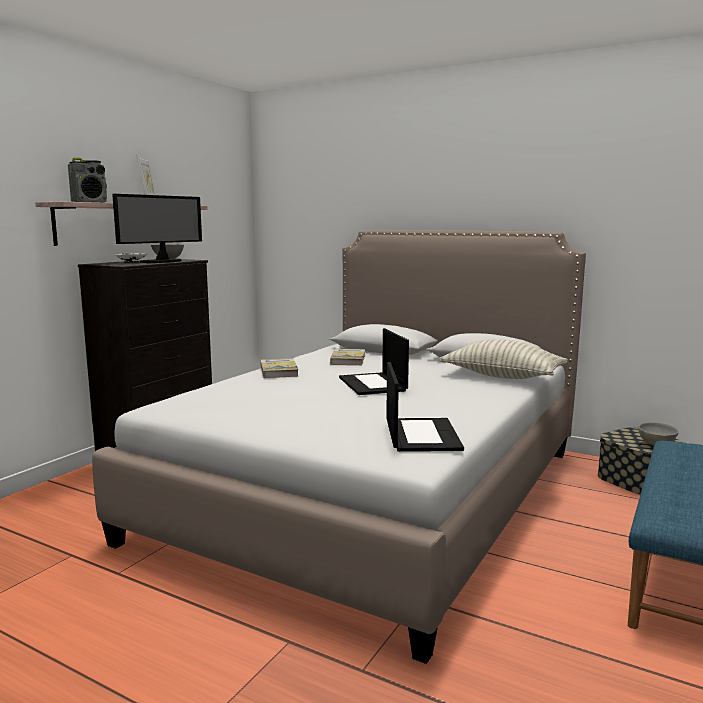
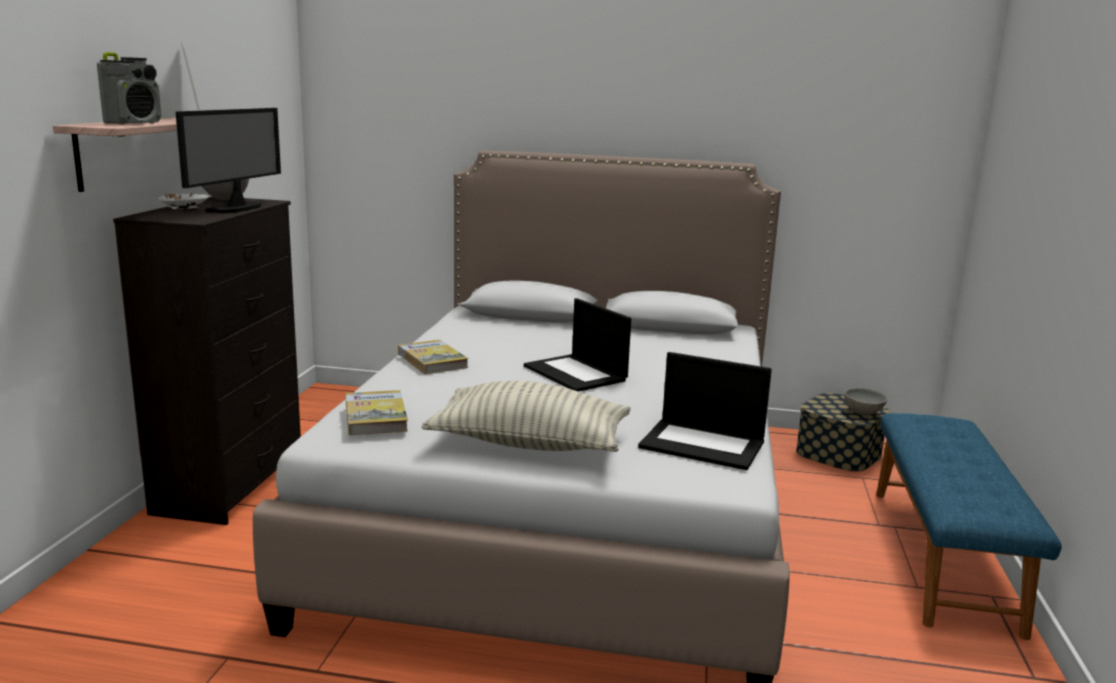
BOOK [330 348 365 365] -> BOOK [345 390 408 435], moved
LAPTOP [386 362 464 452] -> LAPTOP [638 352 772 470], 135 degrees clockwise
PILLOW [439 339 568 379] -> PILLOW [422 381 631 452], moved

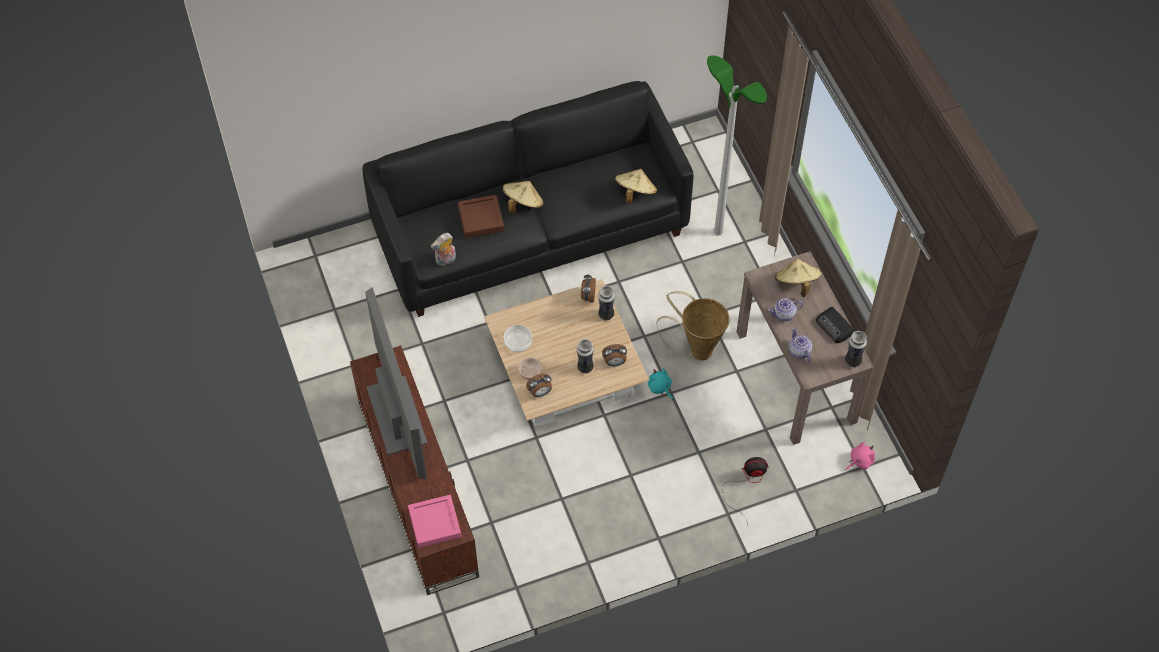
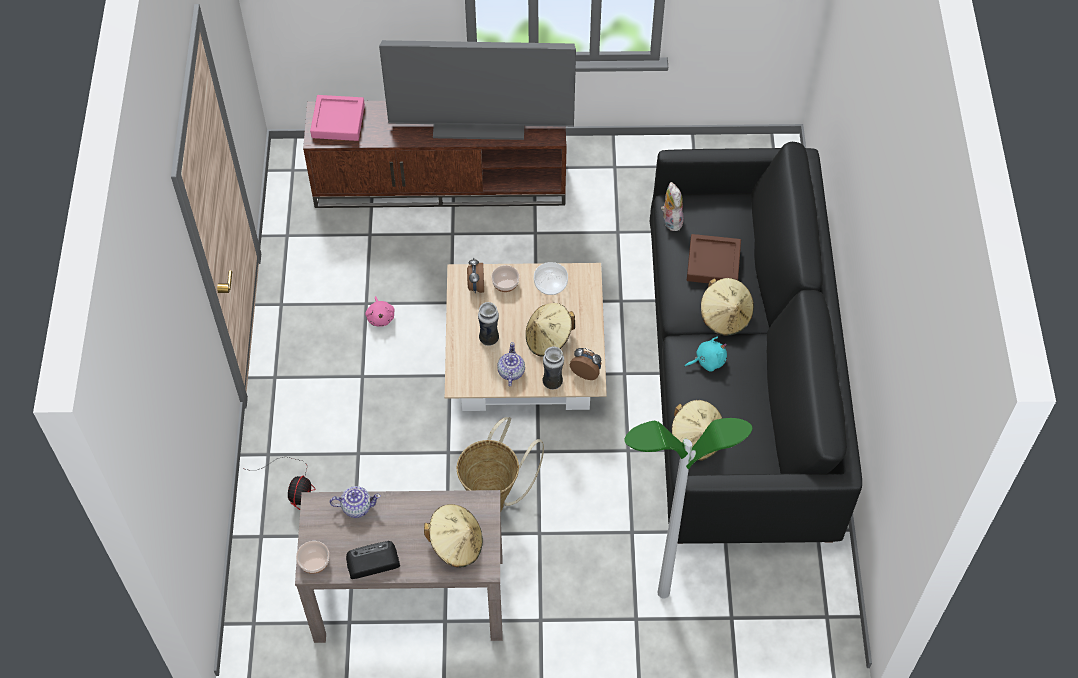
ALARM CLOCK [602 344 627 366] -> none
TURQUOISE PLUSH TOY [648 368 673 400] -> TURQUOISE PLUSH TOY [685 337 727 372], moved
TEAPOT [768 298 803 322] -> TEAPOT [497 342 525 386], moved
VASE [845 331 867 368] -> BOWL [296 541 329 574]
PINK PLUSH TOY [845 442 875 470] -> PINK PLUSH TOY [365 296 395 327], moved
none -> BEIGE HAT [526 303 575 357]

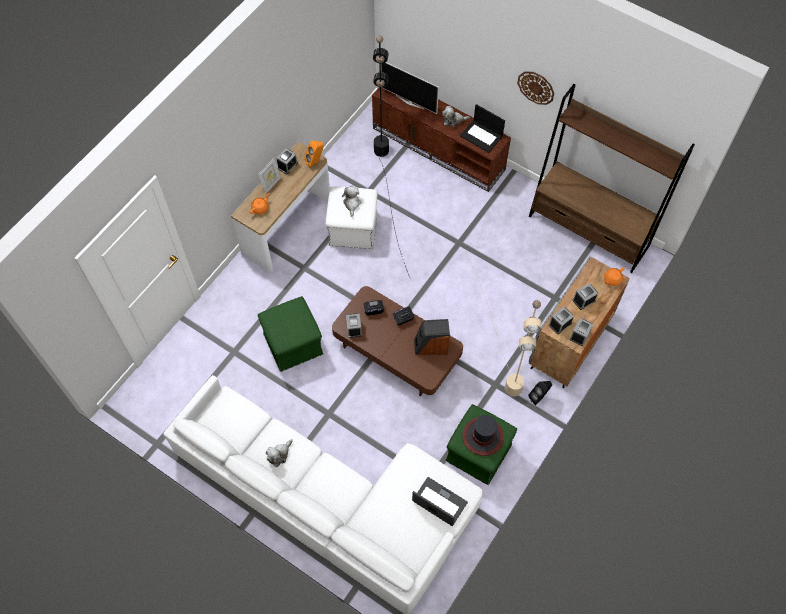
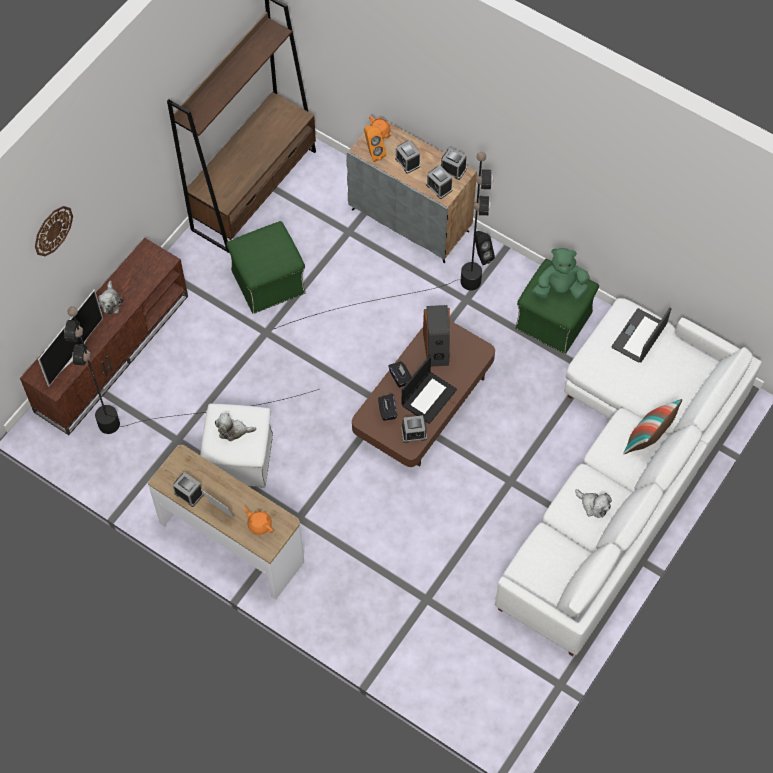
GREEN OTTOMAN [258 296 324 372] -> GREEN OTTOMAN [226 221 306 314], moved
ORANGE SPEAKER [304 141 324 167] -> ORANGE SPEAKER [364 125 386 162], moved
LAPTOP [460 104 505 153] -> LAPTOP [401 356 457 424], moved
HAT [462 415 504 456] -> GREEN PLUSH TOY [532 248 590 300]
BEIGE FLOOR LAMP [463 249 542 396] -> BLACK FLOOR LAMP [274 152 494 329]
WALL CLOCK [517 71 554 105] -> WALL CLOCK [35 206 73 256], moved
none -> PILLOW [623 399 682 454]

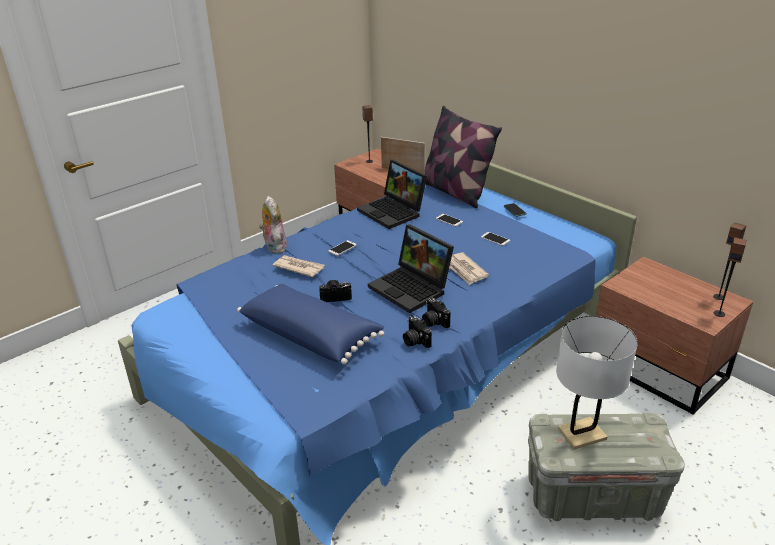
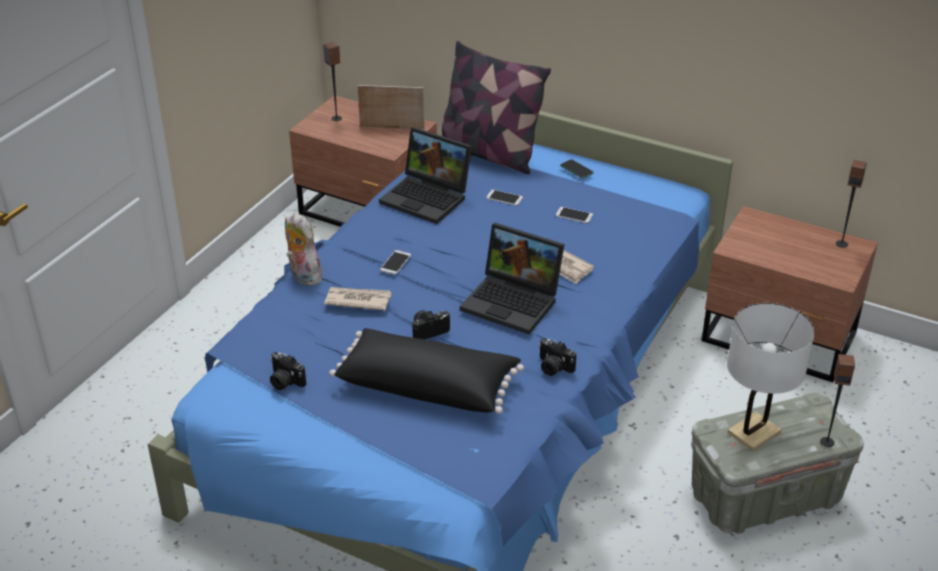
BLUE PILLOW [237 284 384 364] -> BLACK PILLOW [329 328 524 414]
PHOTO CAMERA [422 297 450 328] -> PHOTO CAMERA [270 352 306 390], moved
SPEAKER [714 237 747 317] -> SPEAKER [820 354 855 447], moved

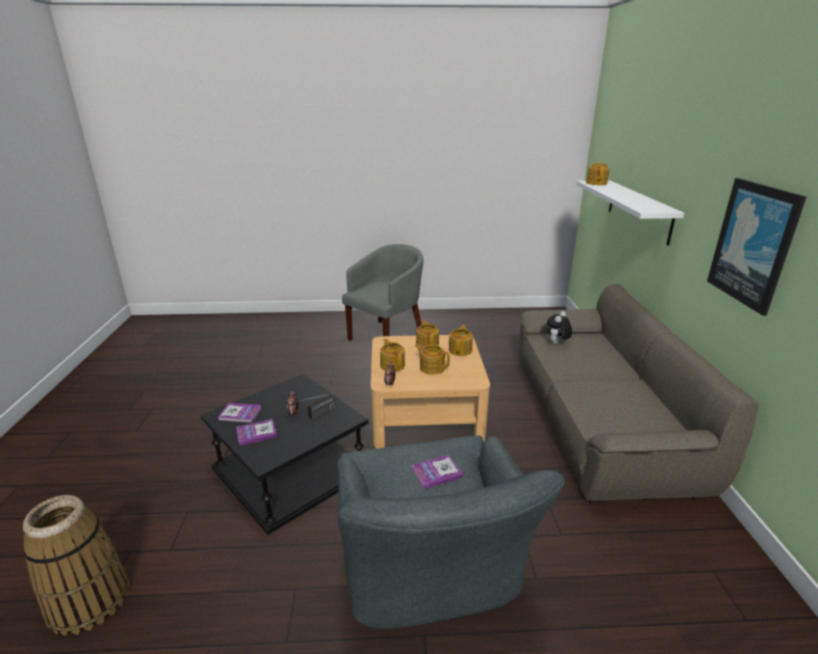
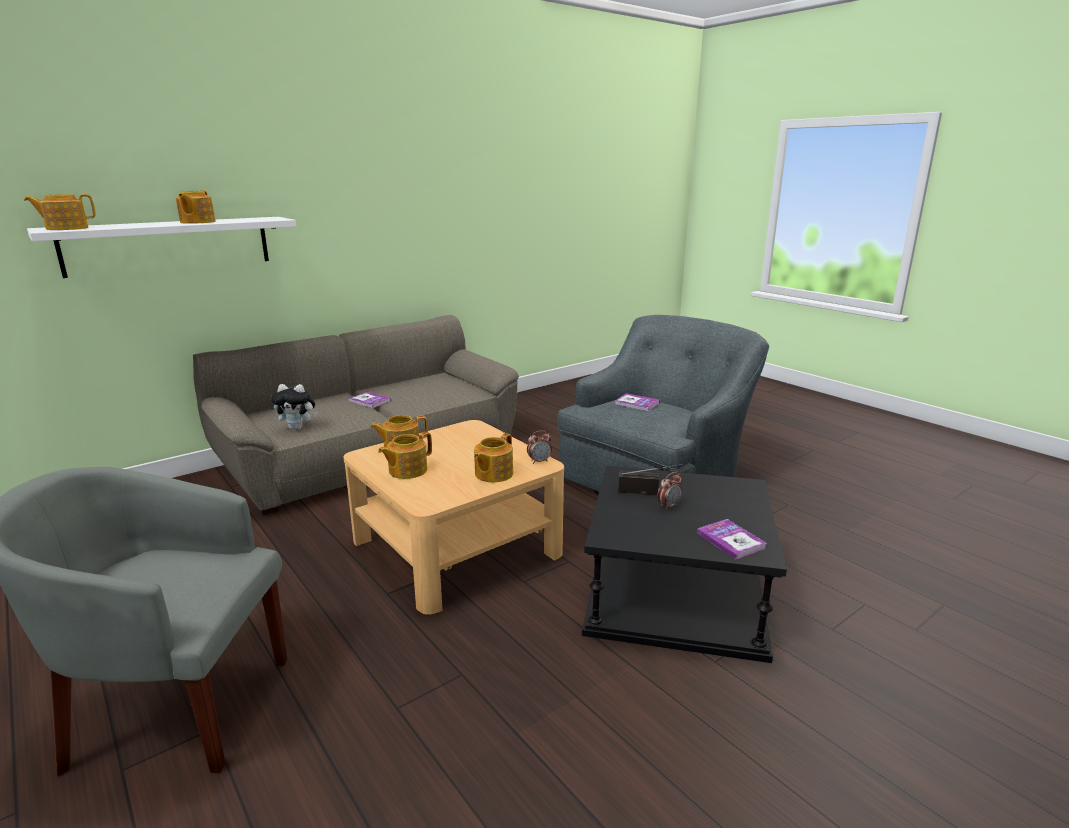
BASKET [23 495 130 636] -> none
BOOK [236 419 277 446] -> BOOK [349 392 391 408], moved
TEAPOT [415 343 450 375] -> TEAPOT [176 191 215 224], moved
PICTURE [707 178 806 316] -> none

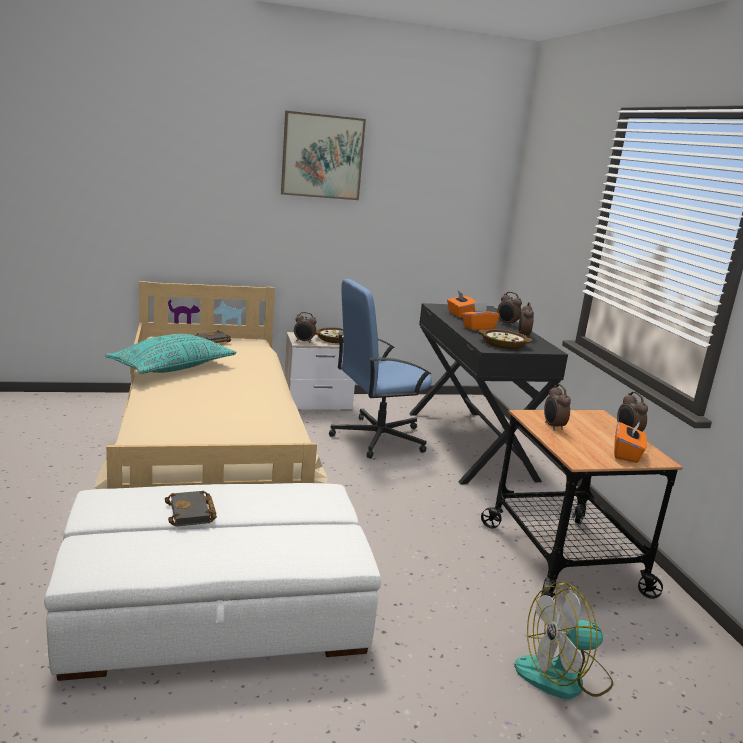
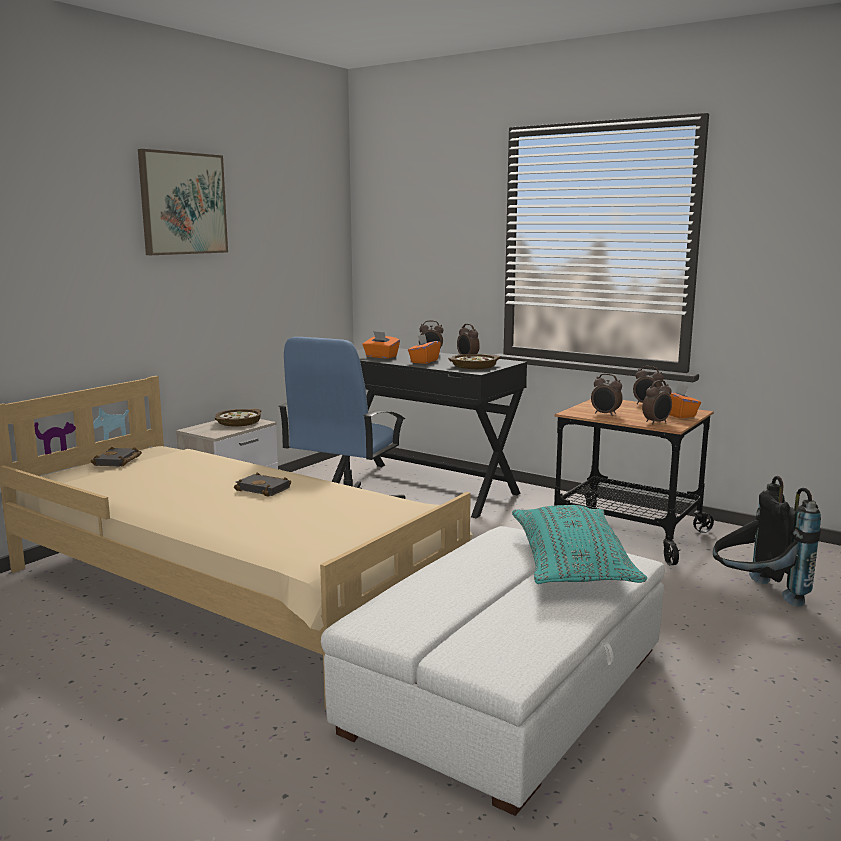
TURQUOISE PILLOW [105 334 237 374] -> TURQUOISE PILLOW [512 505 647 584], moved
BLACK BOOK [165 491 217 527] -> BLACK BOOK [234 472 291 497], moved
ALARM CLOCK [294 312 317 343] -> ALARM CLOCK [642 380 672 425], moved
FAN [514 581 613 700] -> BLACK BACKPACK [713 476 821 607]

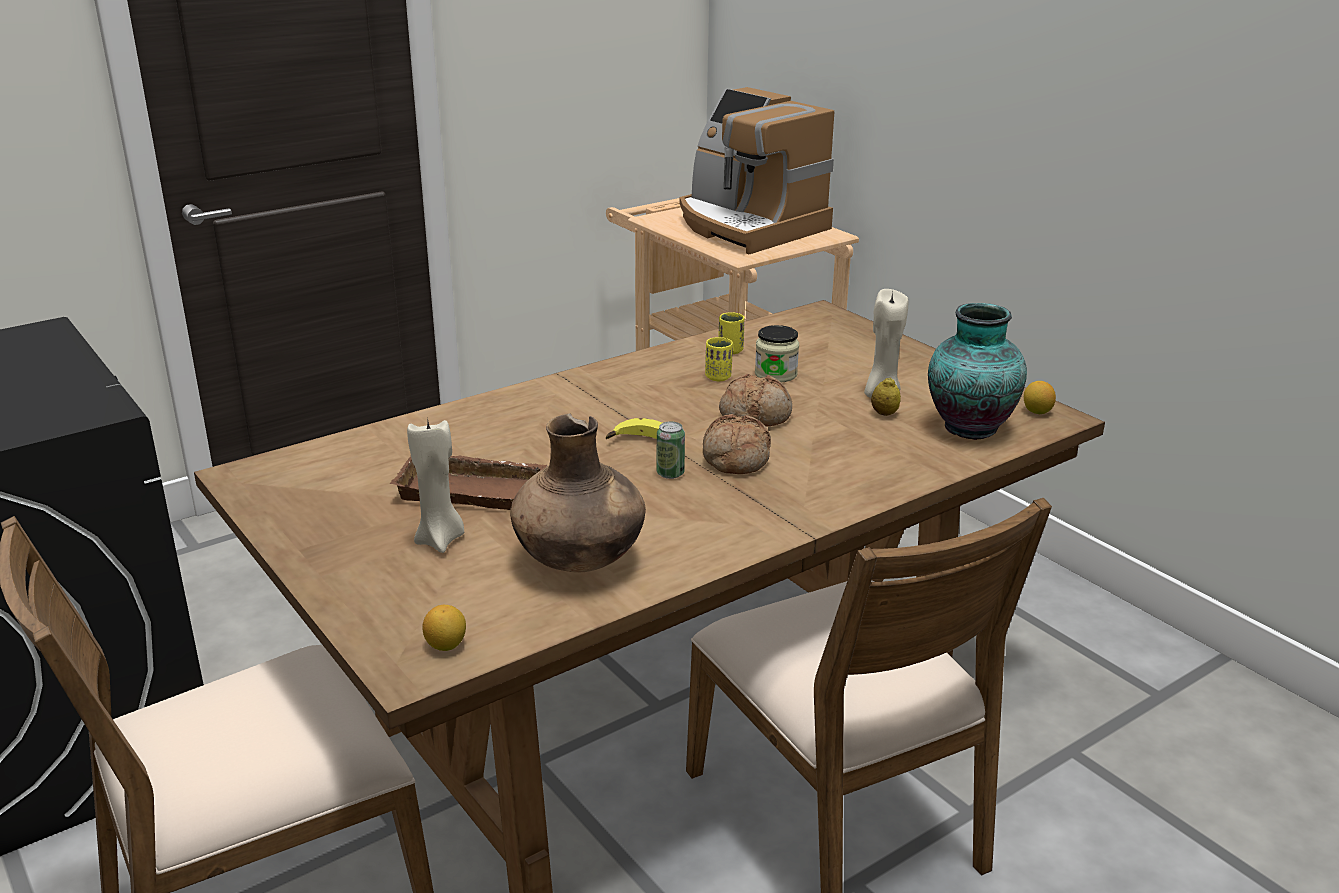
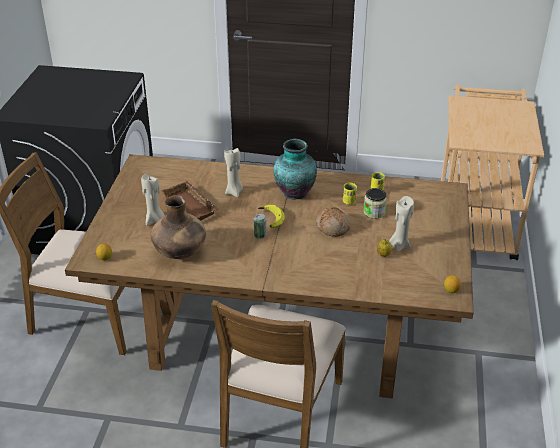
COFFEE MACHINE [679 87 834 254] -> none
BREAD [703 414 771 474] -> none
VASE [928 303 1027 440] -> VASE [274 139 317 199], moved
none -> BEIGE CANDLE [224 148 243 197]

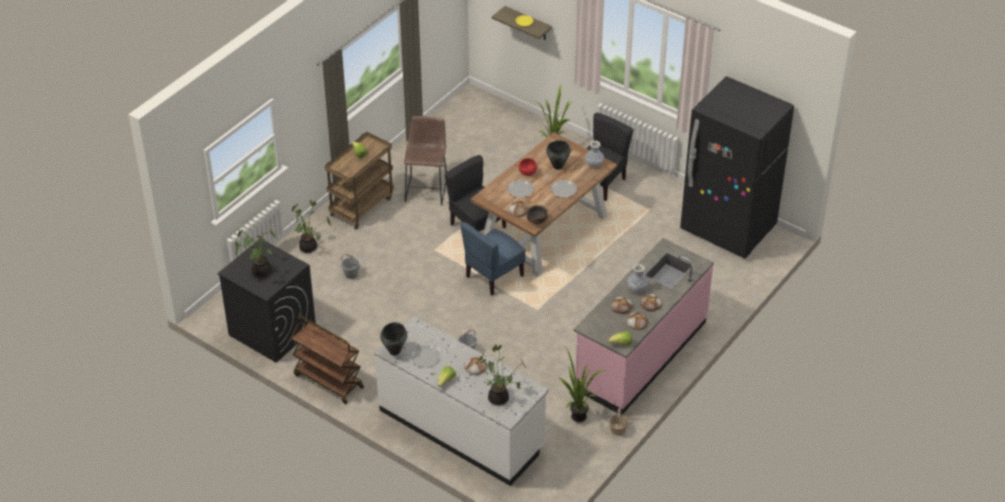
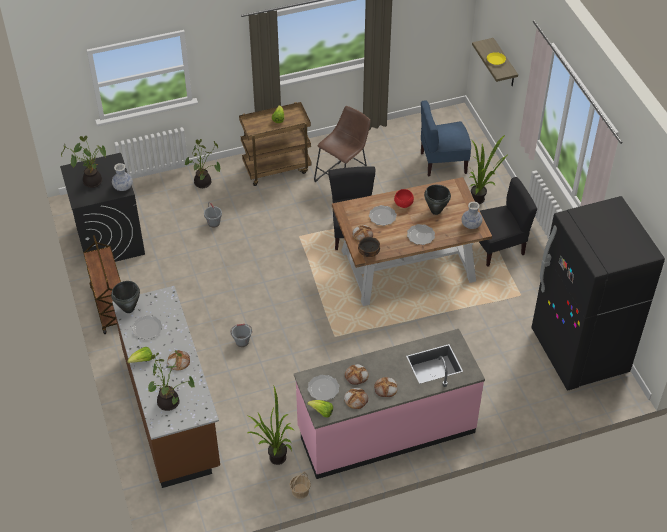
WHITE COUNTER [374 317 549 486] -> BROWN COUNTER [112 286 220 488]
BLUE CHAIR [460 222 525 295] -> BLUE CHAIR [421 100 471 176], moved
VASE [627 264 648 292] -> VASE [112 163 133 191], moved
none -> PLATE [308 375 339 401]

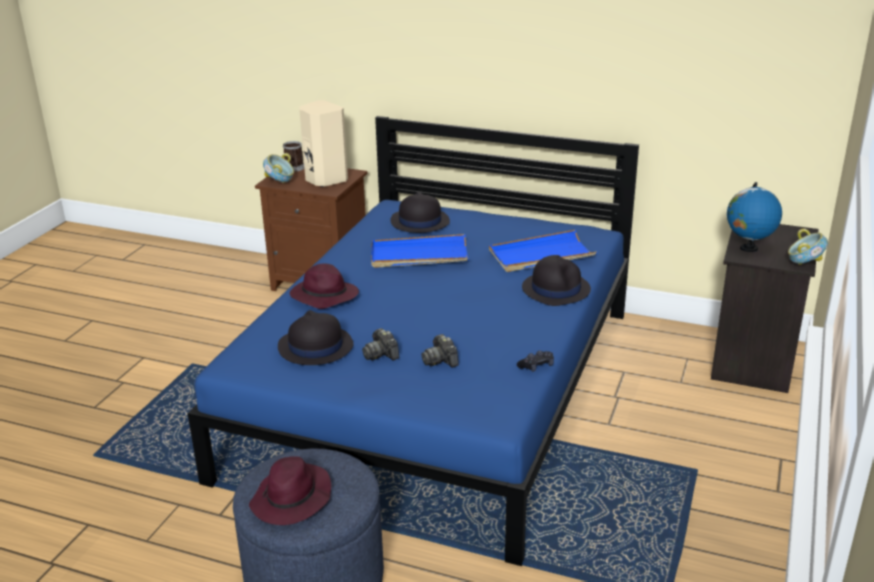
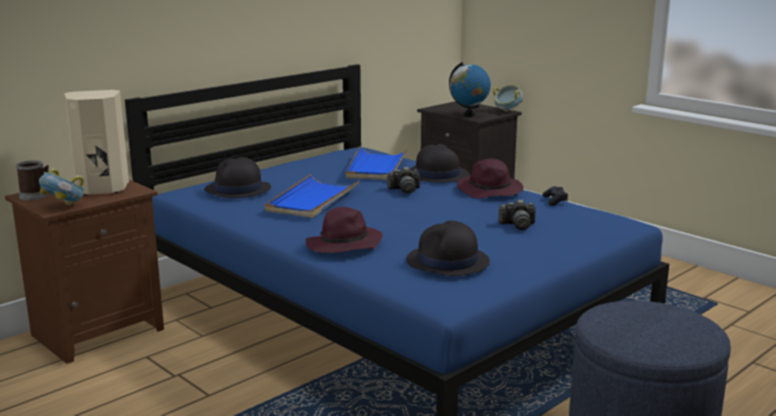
PURPLE HAT [249 456 331 525] -> PURPLE HAT [457 159 523 198], moved
PHOTO CAMERA [362 328 399 361] -> PHOTO CAMERA [386 167 420 194], moved

